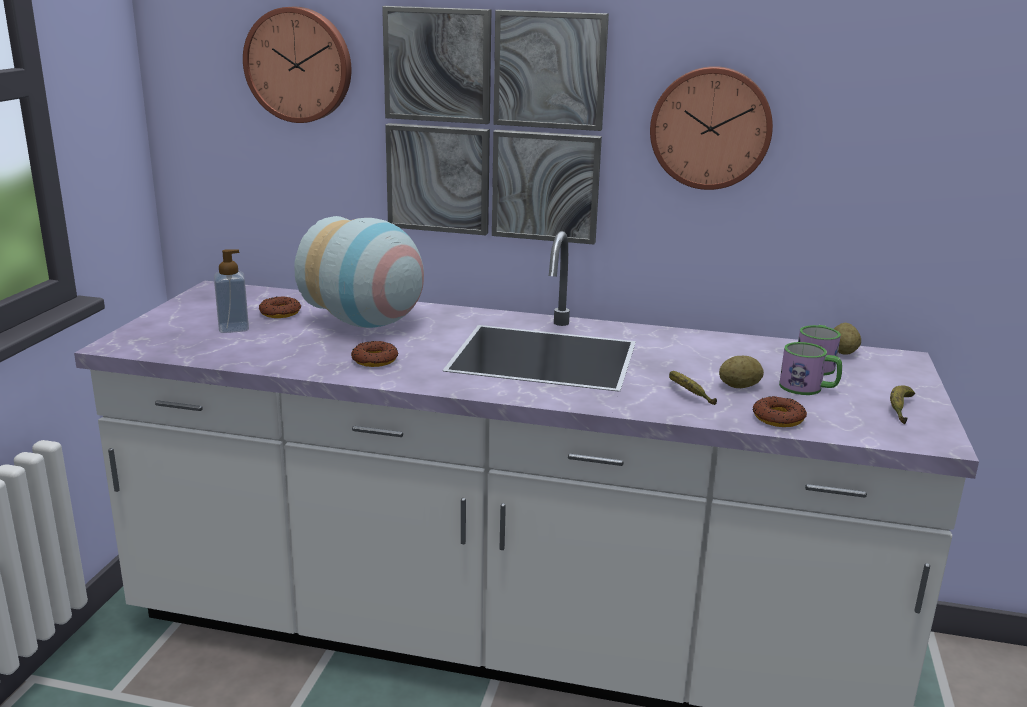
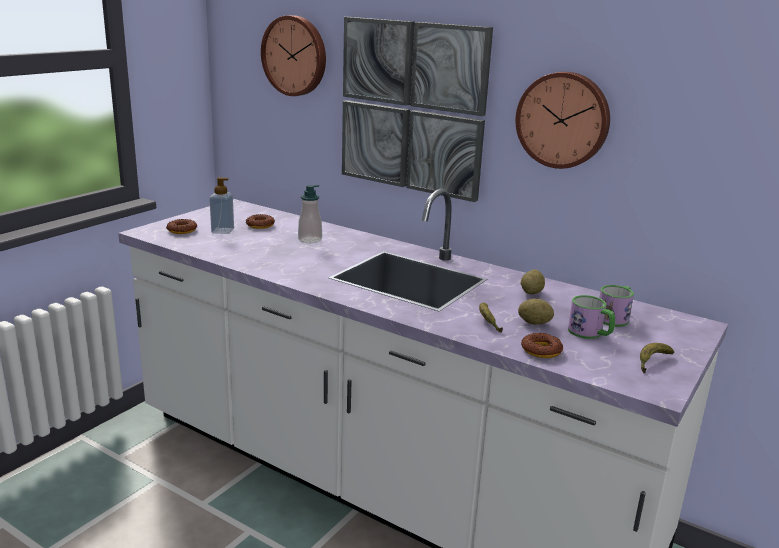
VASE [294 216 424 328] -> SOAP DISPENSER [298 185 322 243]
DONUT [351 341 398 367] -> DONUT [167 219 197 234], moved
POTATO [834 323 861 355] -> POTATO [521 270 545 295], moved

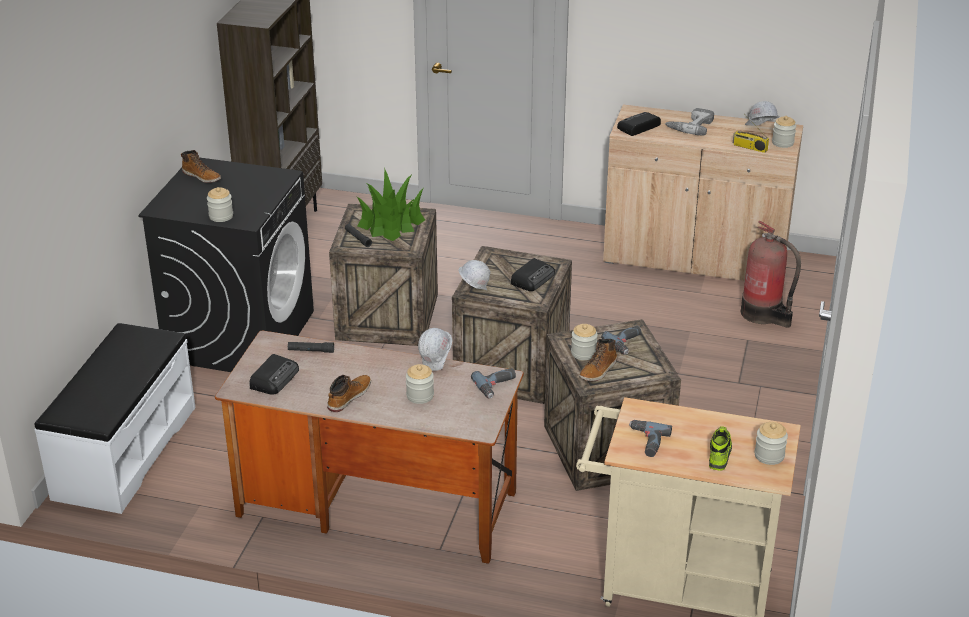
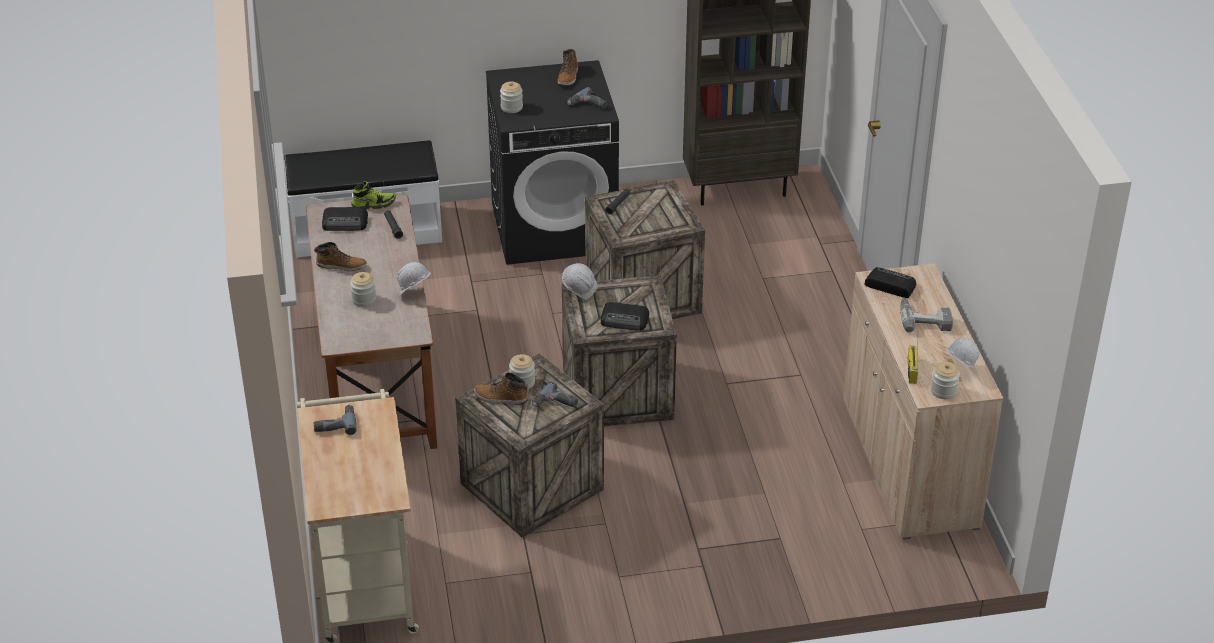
POTTED PLANT [357 169 425 241] -> none
POWER DRILL [471 368 516 398] -> POWER DRILL [567 87 607 109], moved
SHOE [709 426 732 470] -> SHOE [351 181 396 210], moved
FIRE EXTINGUISHER [741 221 801 328] -> none
JAR [754 422 788 465] -> none

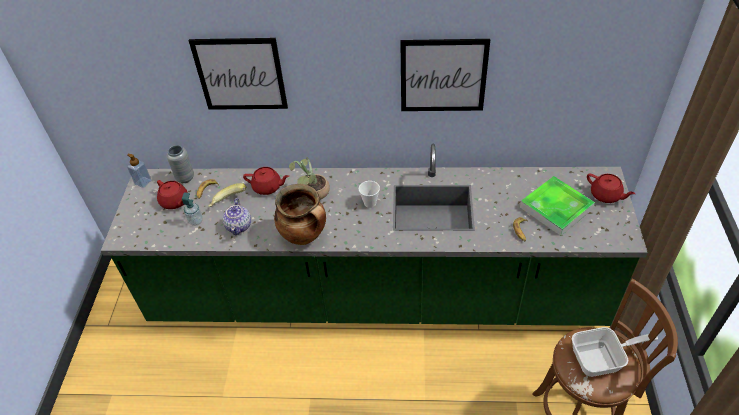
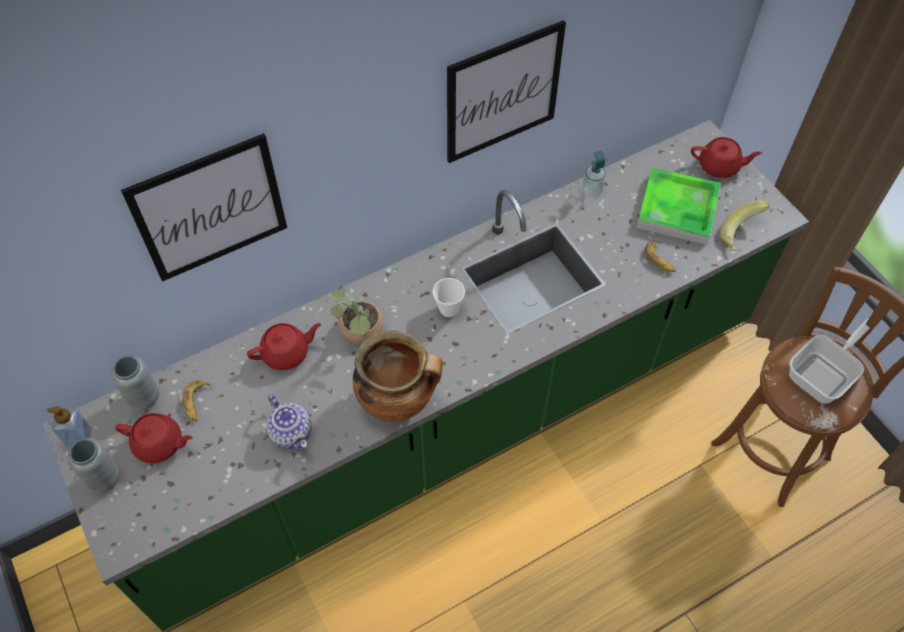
SOAP DISPENSER [182 192 203 226] -> SOAP DISPENSER [582 151 606 197], moved
BANANA [208 183 246 207] -> BANANA [720 200 769 251], moved
none -> GREY VASE [67 438 120 493]

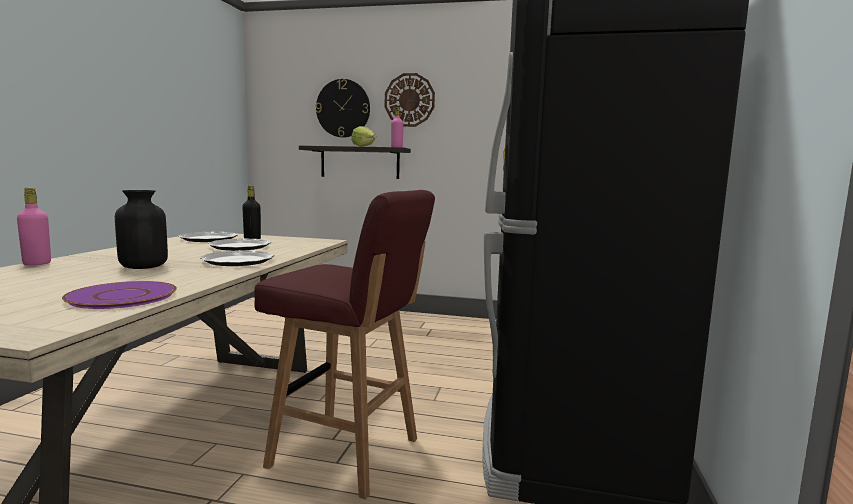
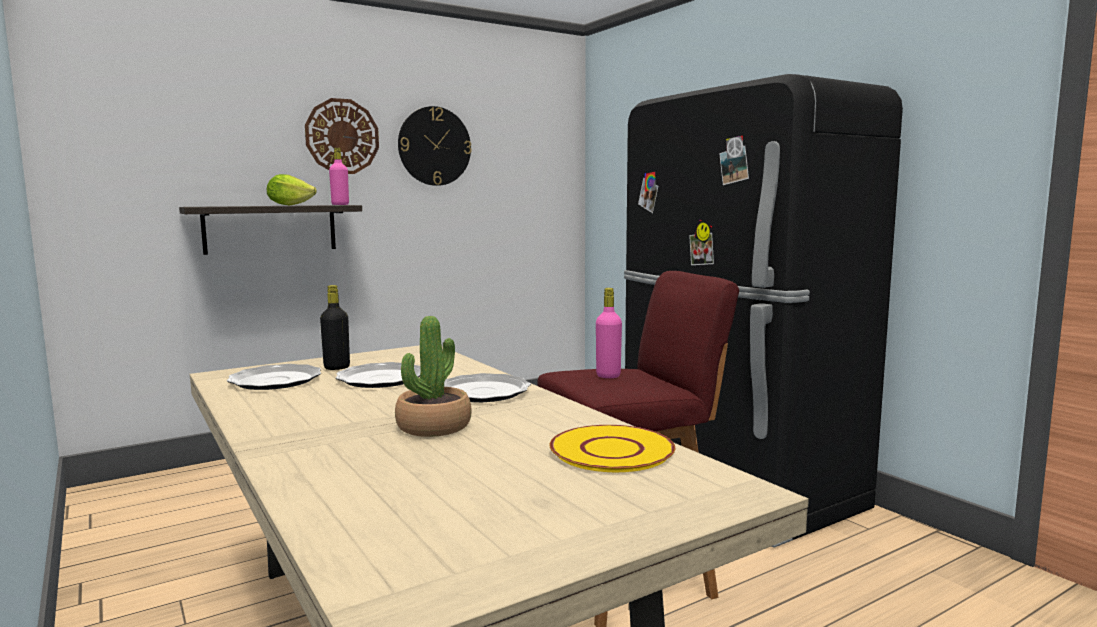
PINK BOTTLE [17 188 51 266] -> PINK BOTTLE [596 288 622 378], moved
PURPLE PLATE [62 281 177 309] -> YELLOW PLATE [549 425 675 472]
BLACK VASE [115 190 168 269] -> POTTED PLANT [395 316 472 437]
WALL CLOCK [316 79 370 138] -> WALL CLOCK [398 106 472 186], moved

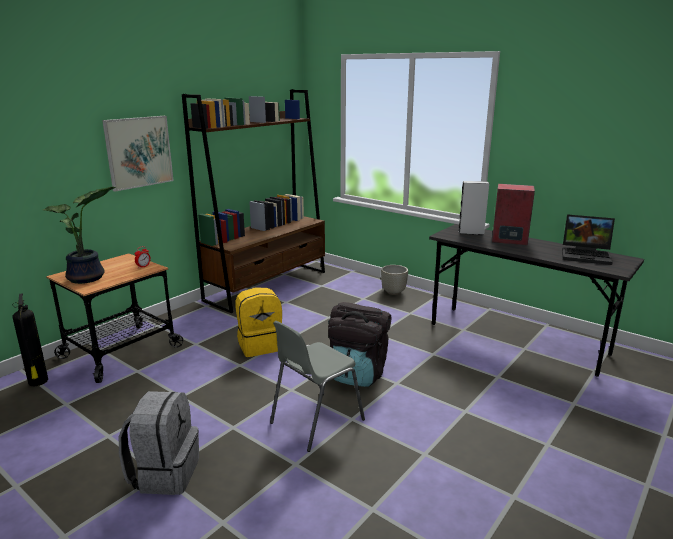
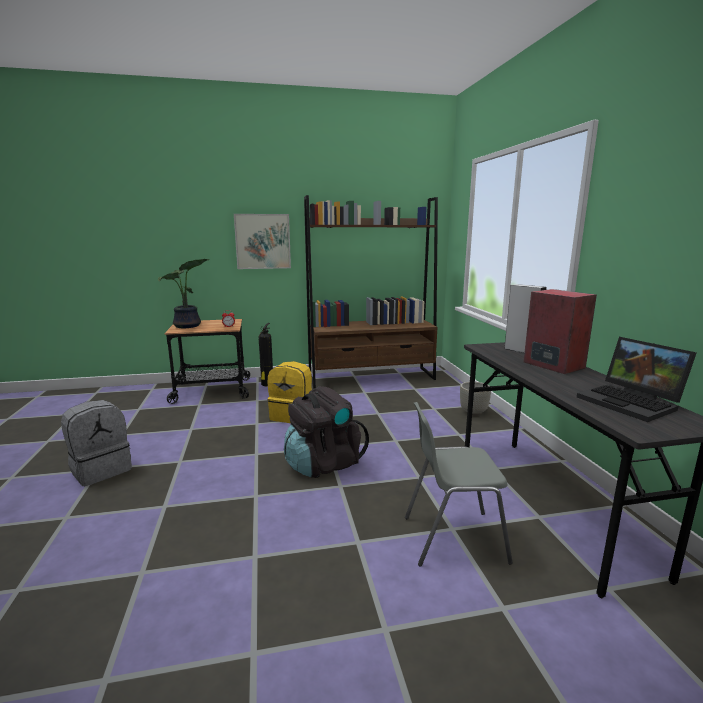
FIRE EXTINGUISHER [12 293 48 386] -> FIRE EXTINGUISHER [259 323 273 386], moved
GREY CHAIR [270 321 365 452] -> GREY CHAIR [405 402 513 567], moved

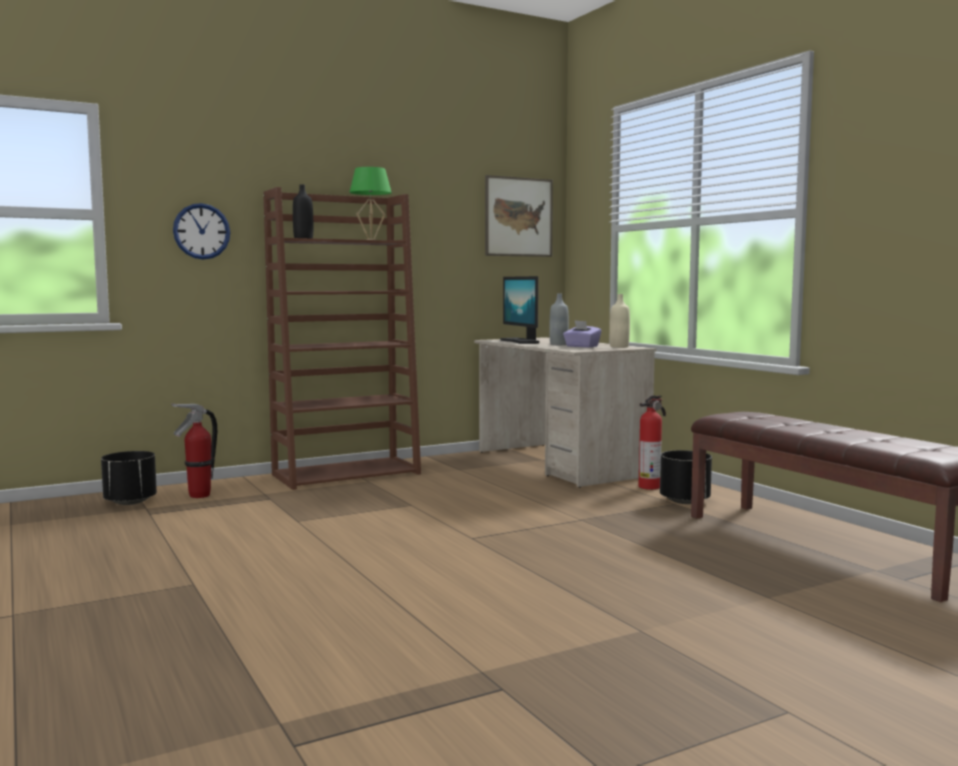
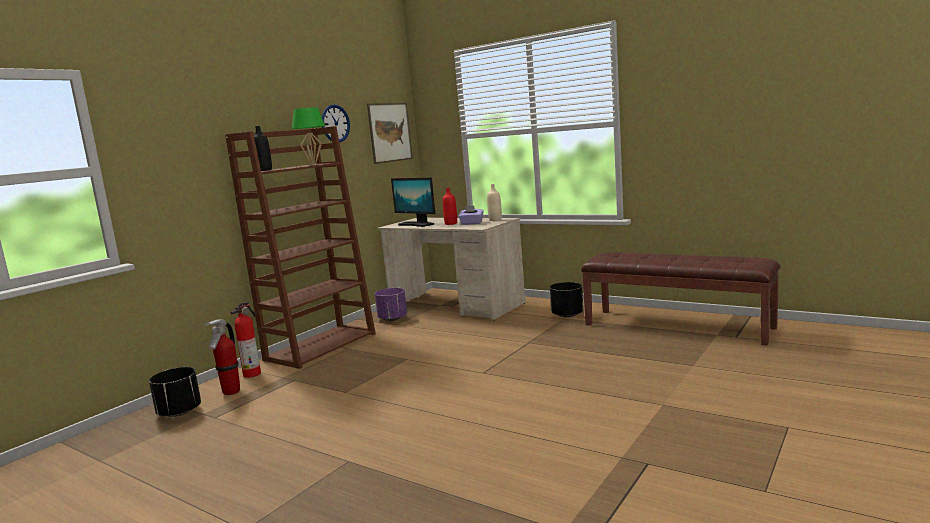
WALL CLOCK [173 203 231 260] -> WALL CLOCK [322 104 350 142], moved
GREY BOTTLE [549 293 569 345] -> RED BOTTLE [442 188 457 225]
FIRE EXTINGUISHER [638 395 666 490] -> FIRE EXTINGUISHER [231 301 261 378], moved
none -> PURPLE PLANTER [375 288 407 321]

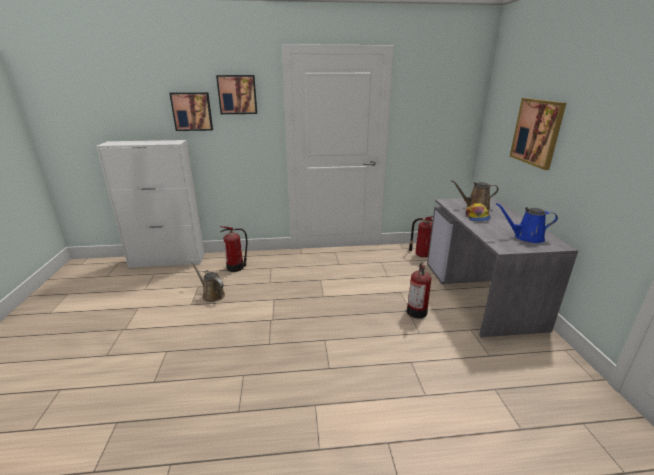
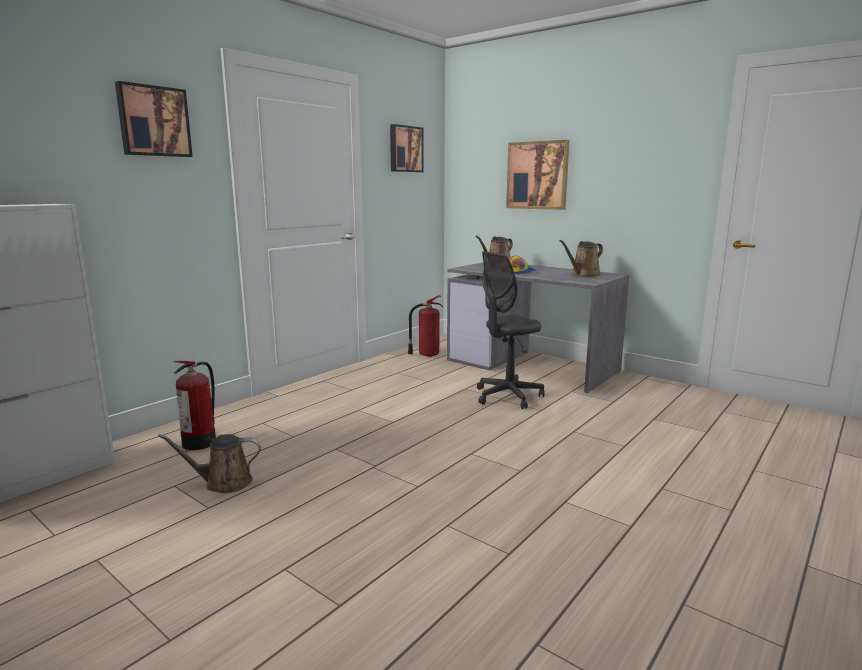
PICTURE [169 92 213 131] -> PICTURE [390 124 424 172], moved
FIRE EXTINGUISHER [407 263 432 319] -> GREY OFFICE CHAIR [477 251 545 409]
BLUE WATERING CAN [496 203 558 243] -> BROWN WATERING CAN [559 240 603 277]

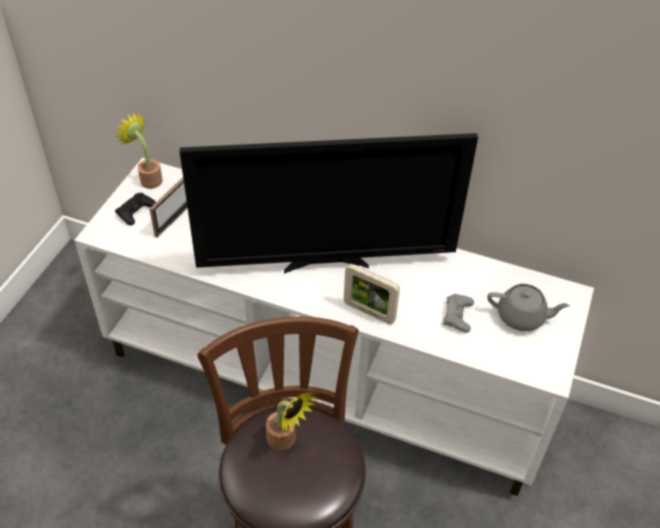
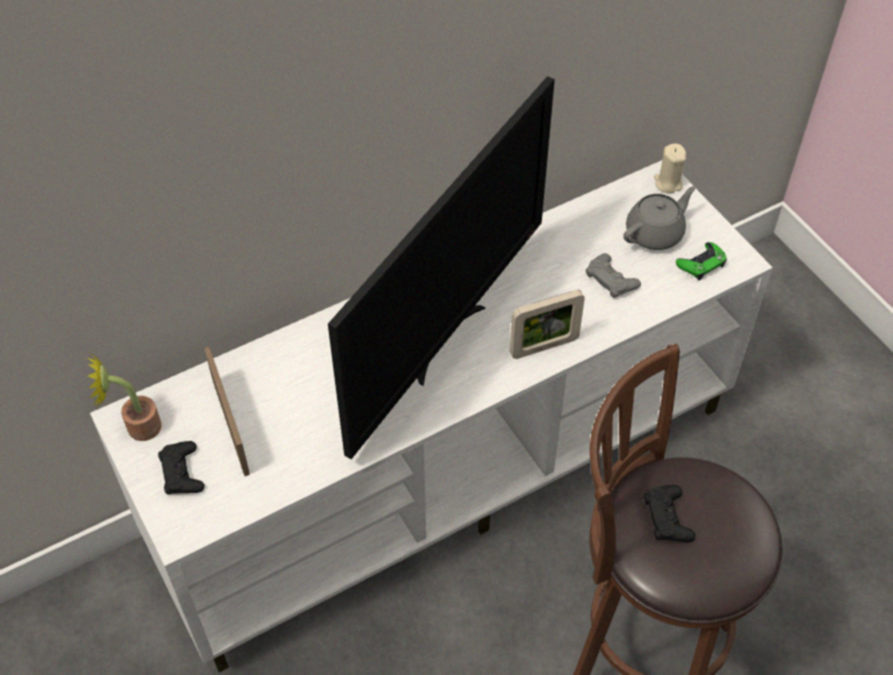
POTTED PLANT [266 391 318 451] -> BLACK GAME CONTROLLER [644 485 695 542]
none -> BEIGE CANDLE [654 143 686 194]
none -> GREEN GAME CONTROLLER [676 242 727 280]

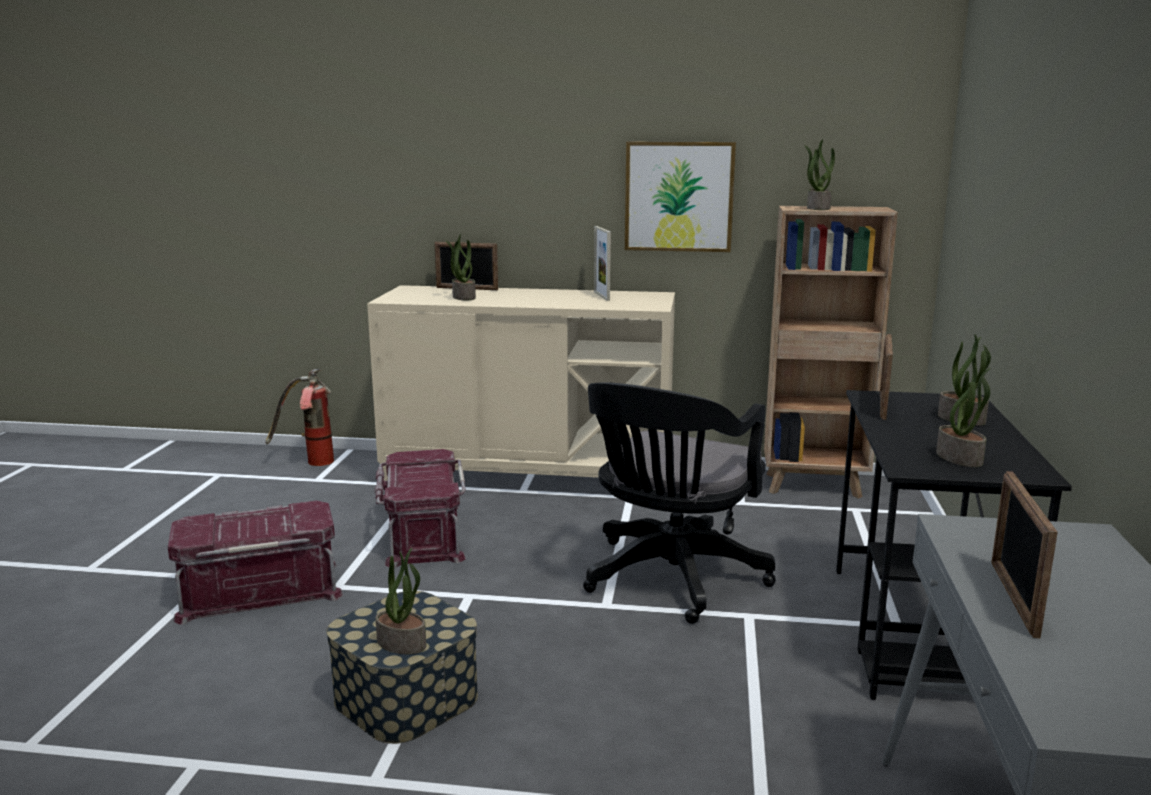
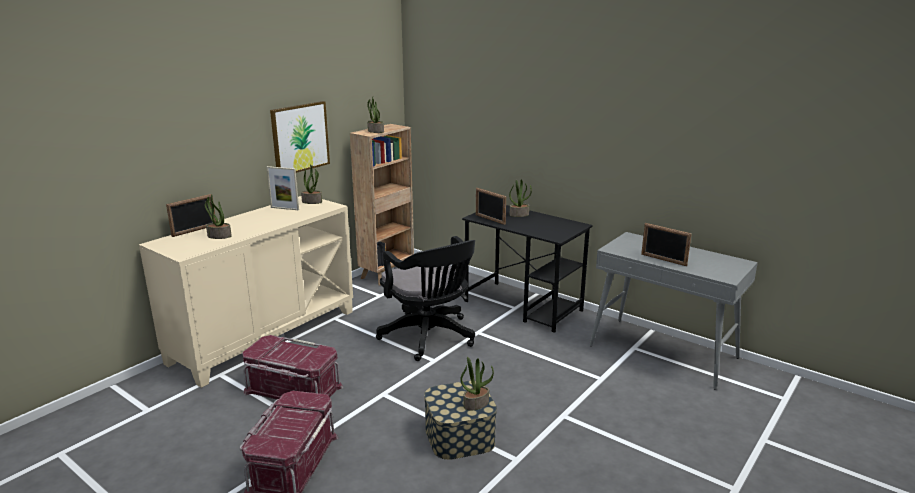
FIRE EXTINGUISHER [266 369 334 466] -> none
POTTED PLANT [936 363 990 467] -> POTTED PLANT [301 165 322 204], moved

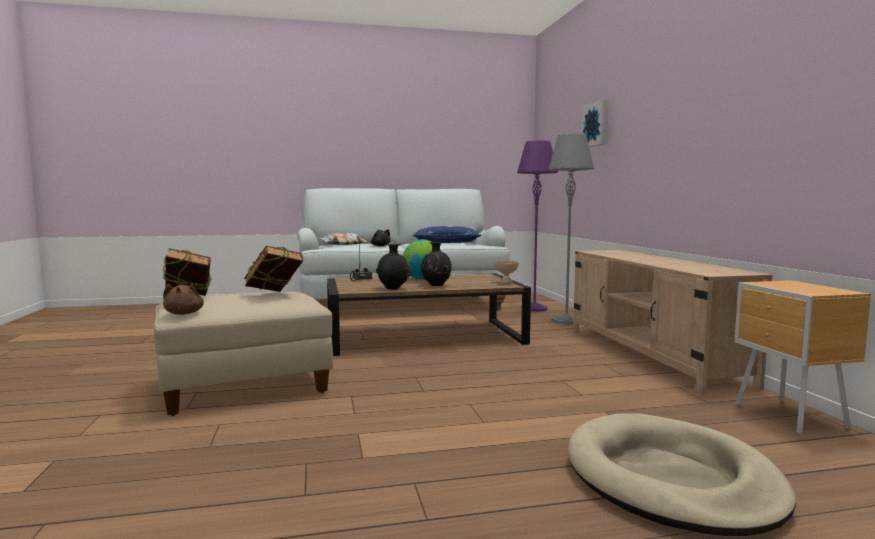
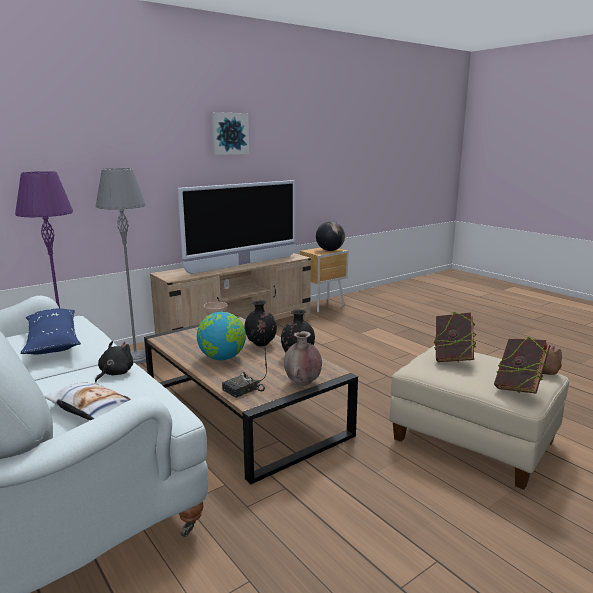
BEIGE DOG BED [568 413 796 536] -> none
PICTURE [582 99 608 148] -> PICTURE [211 112 249 155], moved
none -> TELEVISION [178 180 295 274]
none -> BROWN VASE [284 331 322 386]
none -> GLOBE [316 221 345 251]

